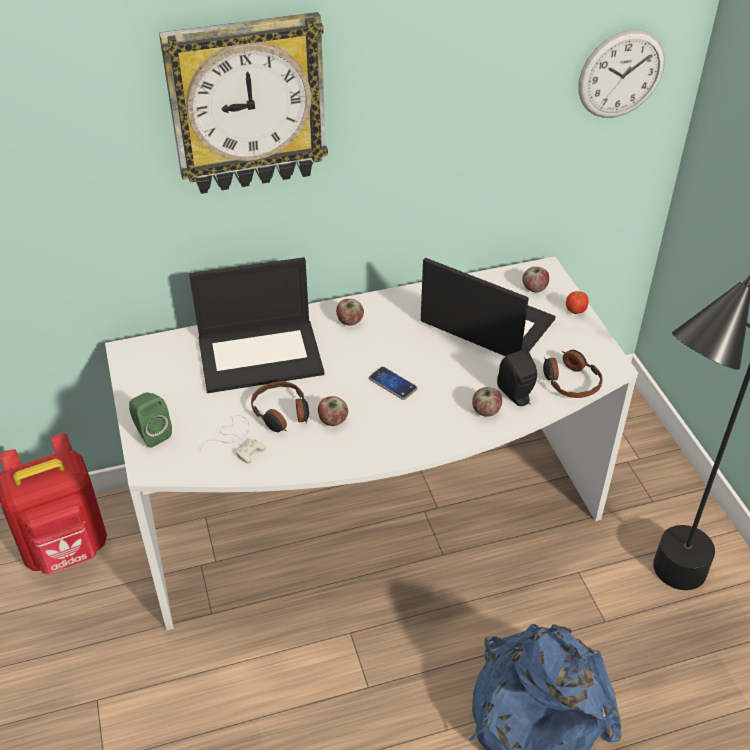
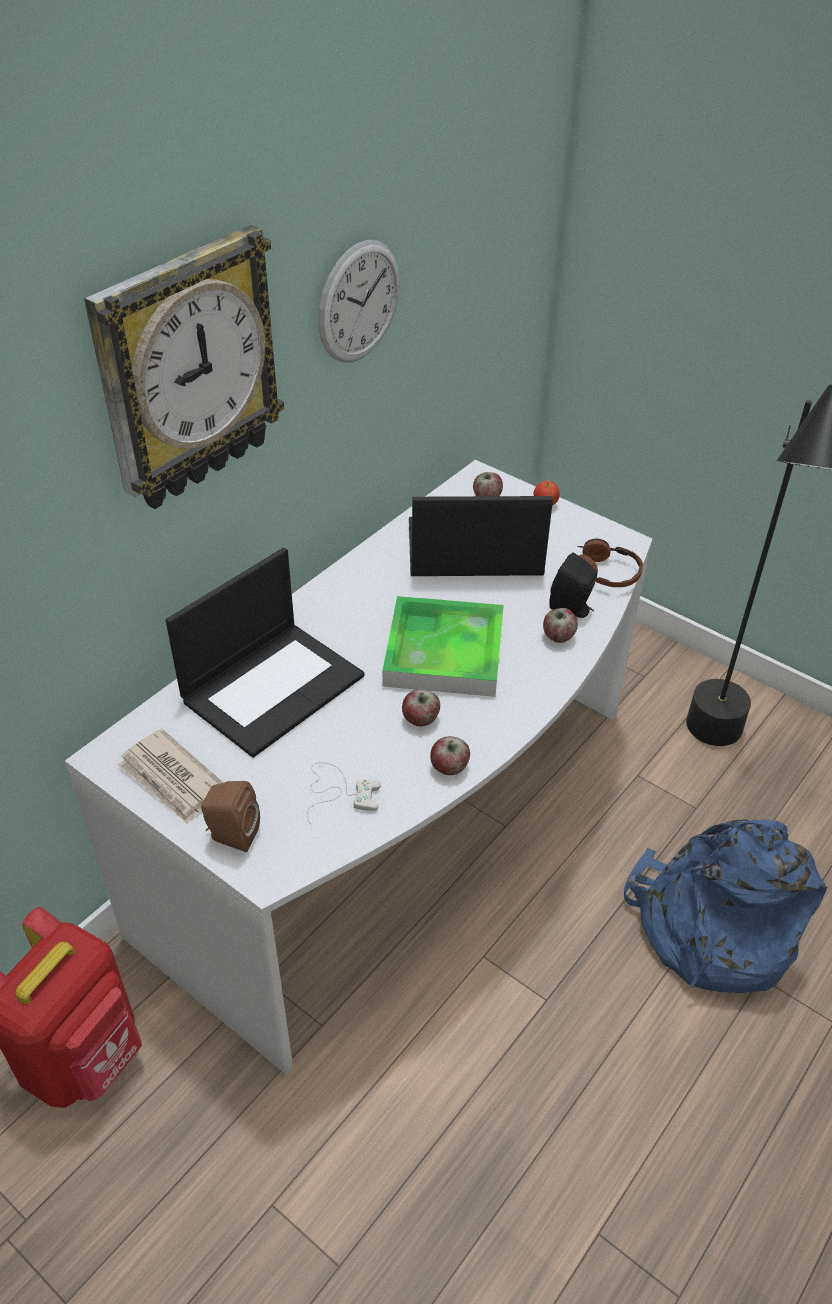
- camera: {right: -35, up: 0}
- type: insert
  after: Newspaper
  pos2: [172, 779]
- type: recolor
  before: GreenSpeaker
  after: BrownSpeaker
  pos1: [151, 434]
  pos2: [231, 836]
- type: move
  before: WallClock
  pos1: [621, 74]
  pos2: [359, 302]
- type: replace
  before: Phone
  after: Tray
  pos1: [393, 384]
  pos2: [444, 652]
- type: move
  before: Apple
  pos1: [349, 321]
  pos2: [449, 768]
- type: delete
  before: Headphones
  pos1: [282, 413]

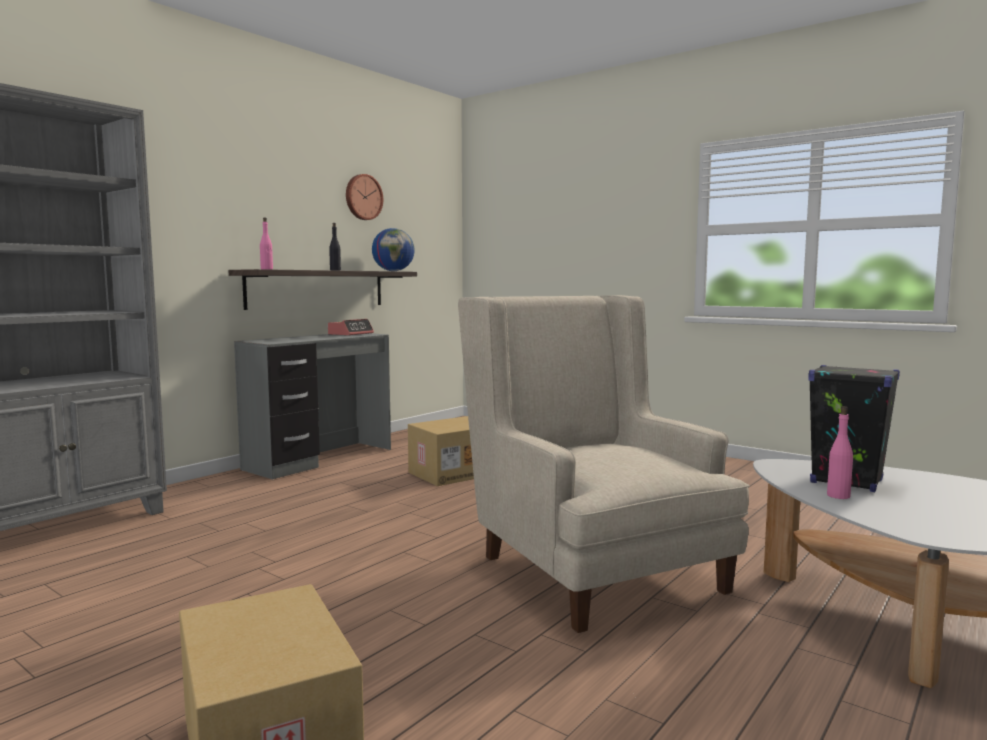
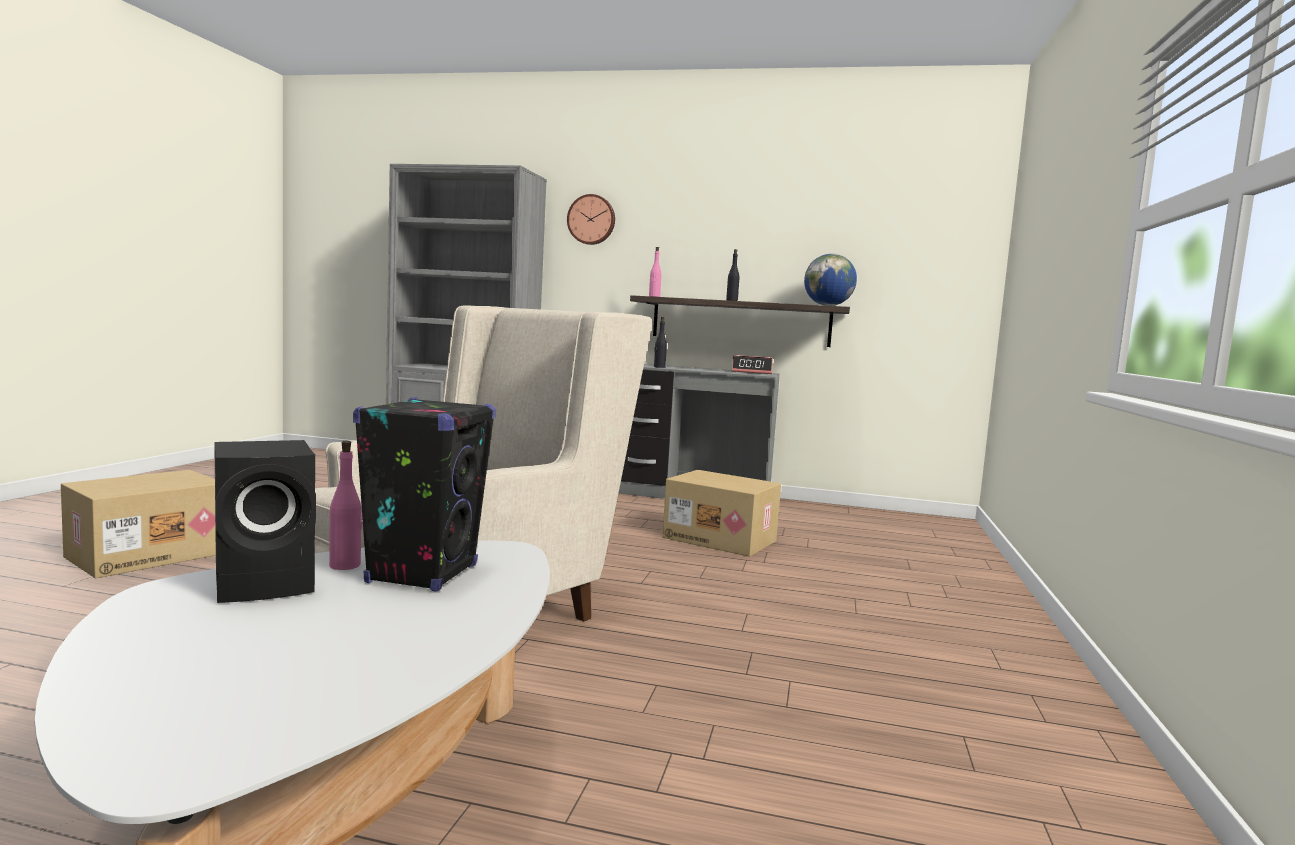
- camera: {right: 65, up: 0}
- type: insert
  after: BlackSpeaker
  pos2: [268, 583]
- type: move
  before: WallClock
  pos1: [363, 197]
  pos2: [591, 219]
- type: insert
  after: BlackBottle
  pos2: [659, 367]

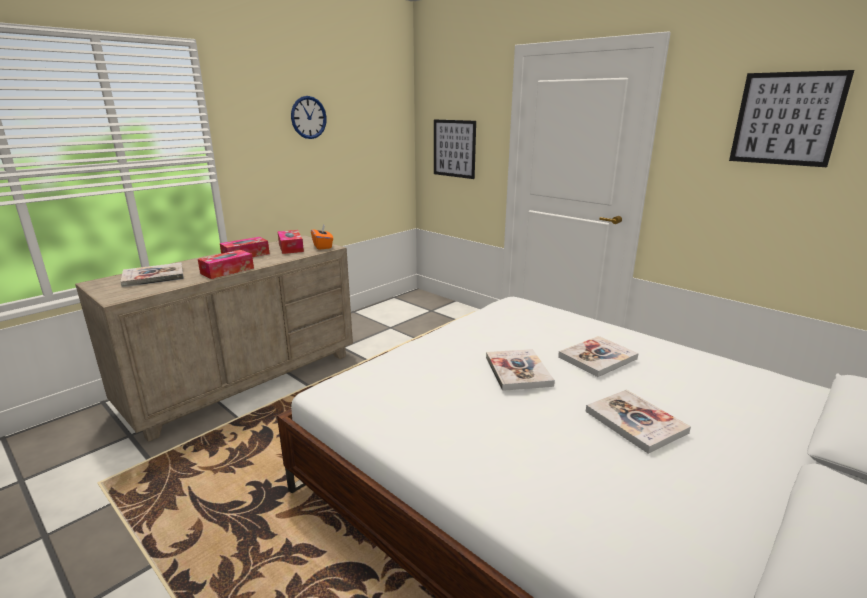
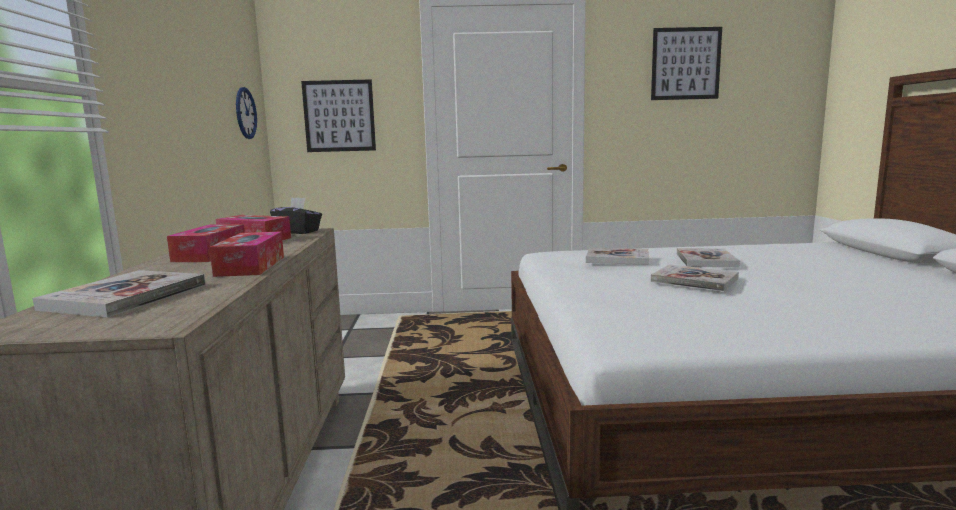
- camera: {right: -45, up: -10}
- type: move
  before: WallClock
  pos1: [308, 117]
  pos2: [245, 113]
- type: recolor
  before: OrangeTissueBox
  after: BlackTissueBox
  pos1: [323, 246]
  pos2: [298, 231]
- type: move
  before: Book
  pos1: [635, 422]
  pos2: [617, 258]

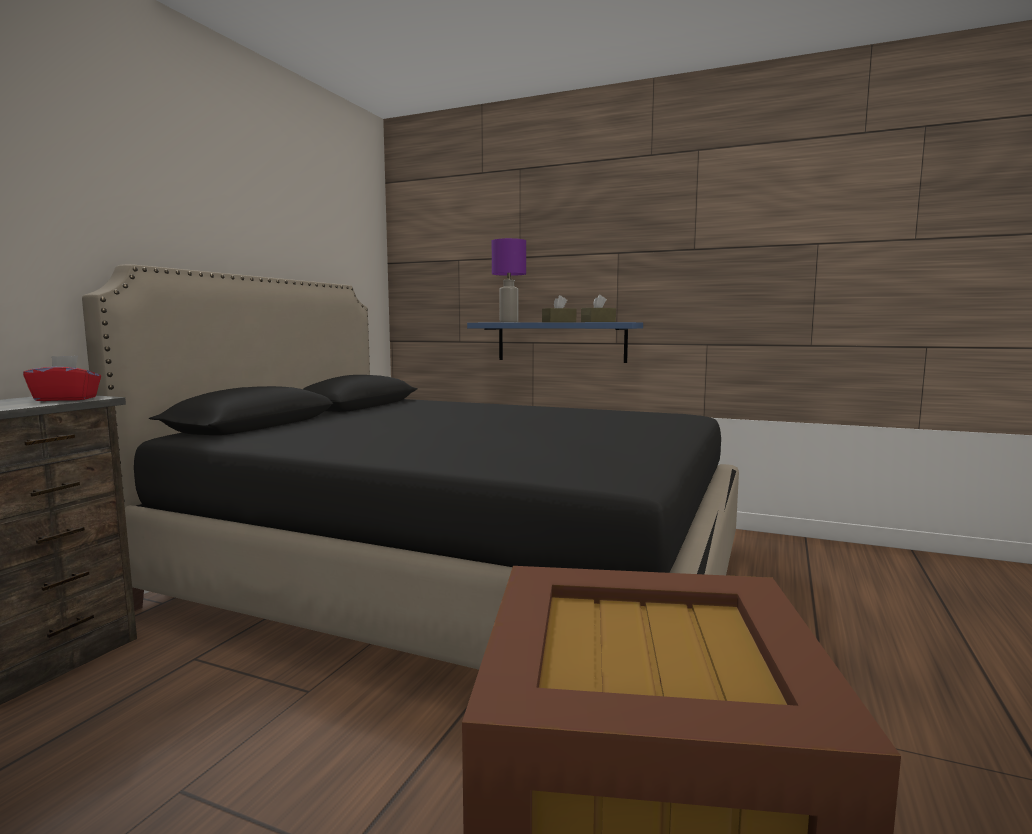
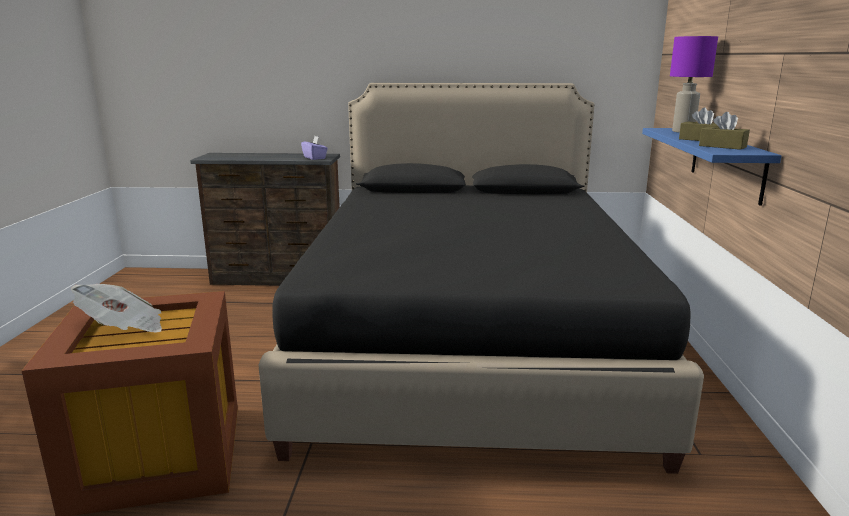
- camera: {right: 70, up: 10}
- type: insert
  after: Newspaper
  pos2: [124, 328]
- type: recolor
  before: RedTissueBox
  after: PurpleTissueBox
  pos1: [66, 399]
  pos2: [315, 158]

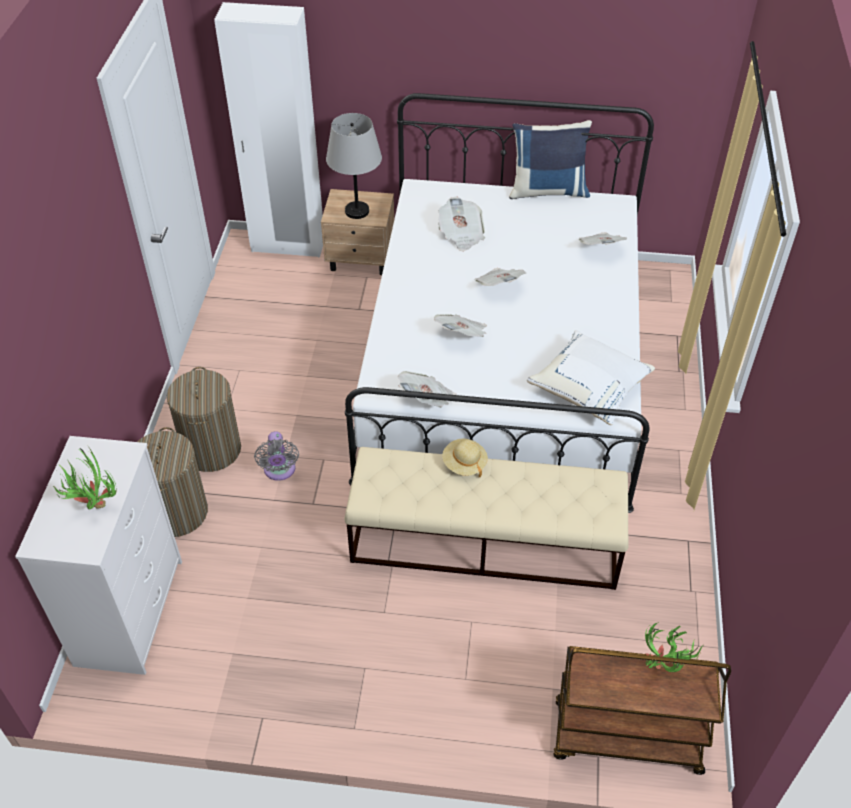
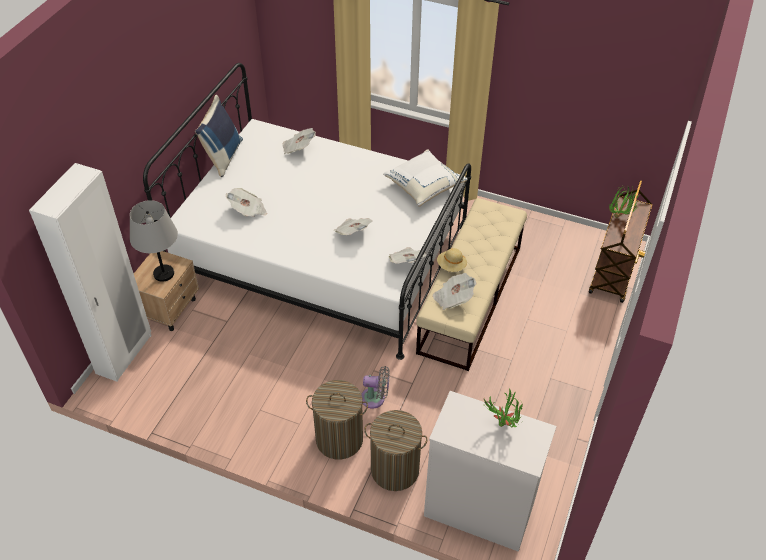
- camera: {right: -75, up: 0}
- type: move
  before: Newspaper
  pos1: [499, 286]
  pos2: [453, 298]

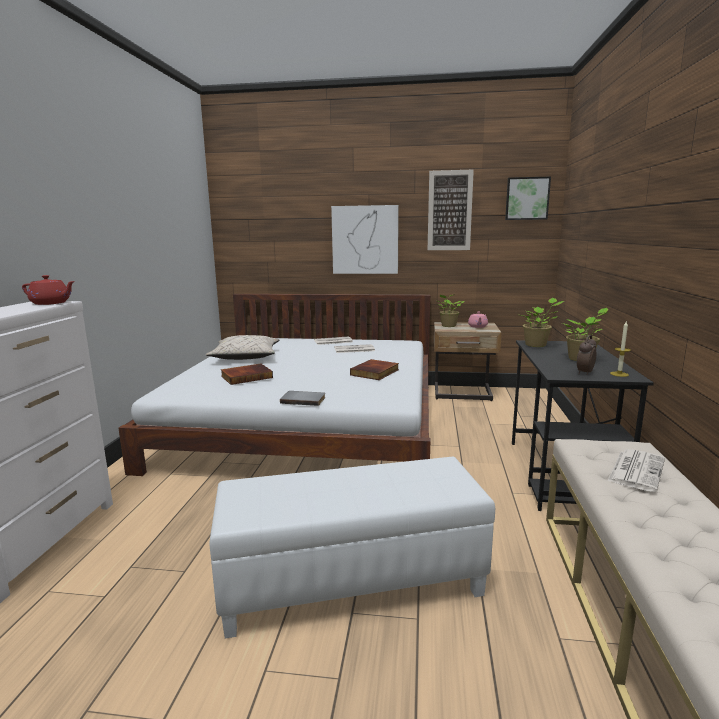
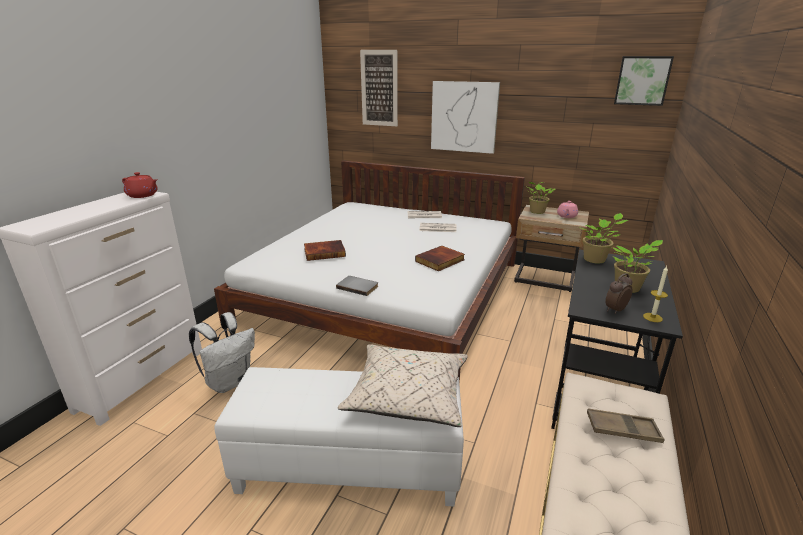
- camera: {right: 15, up: 10}
- type: insert
  after: WhiteBackpack
  pos2: [229, 381]
- type: move
  before: BeigePillow
  pos1: [245, 357]
  pos2: [408, 395]
- type: move
  before: Picture
  pos1: [449, 211]
  pos2: [379, 88]
- type: replace
  before: Newspaper
  after: BrownTray
  pos1: [636, 470]
  pos2: [622, 429]

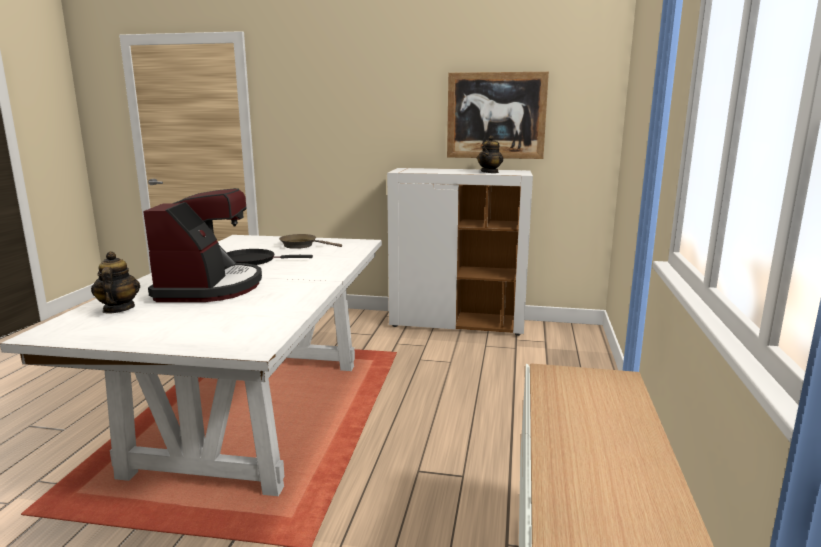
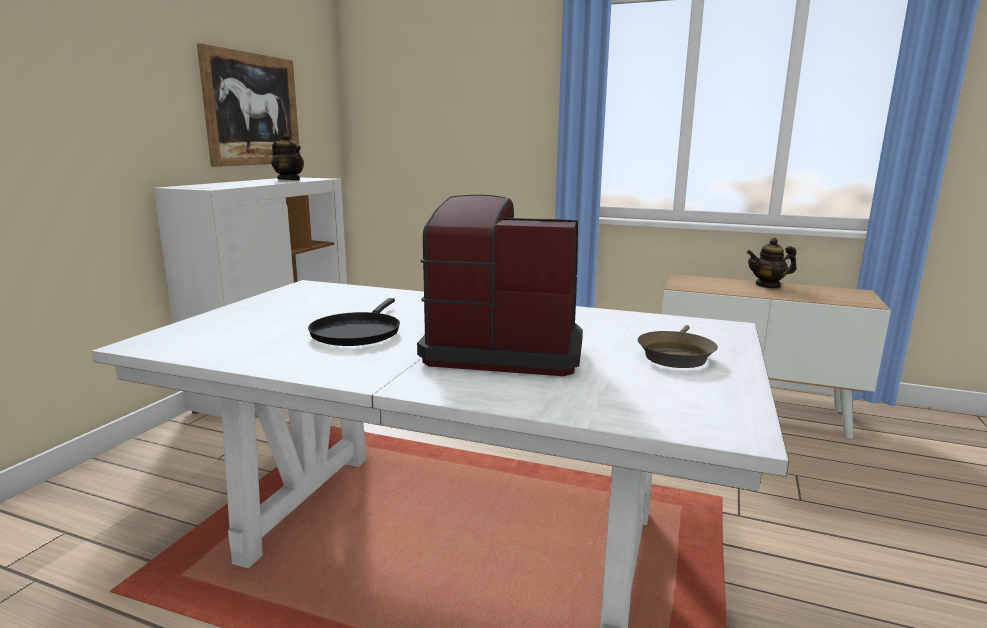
- camera: {right: -80, up: 0}
- type: move
  before: BrownFryingPan
  pos1: [301, 245]
  pos2: [675, 355]
- type: move
  before: Teapot
  pos1: [118, 309]
  pos2: [768, 285]

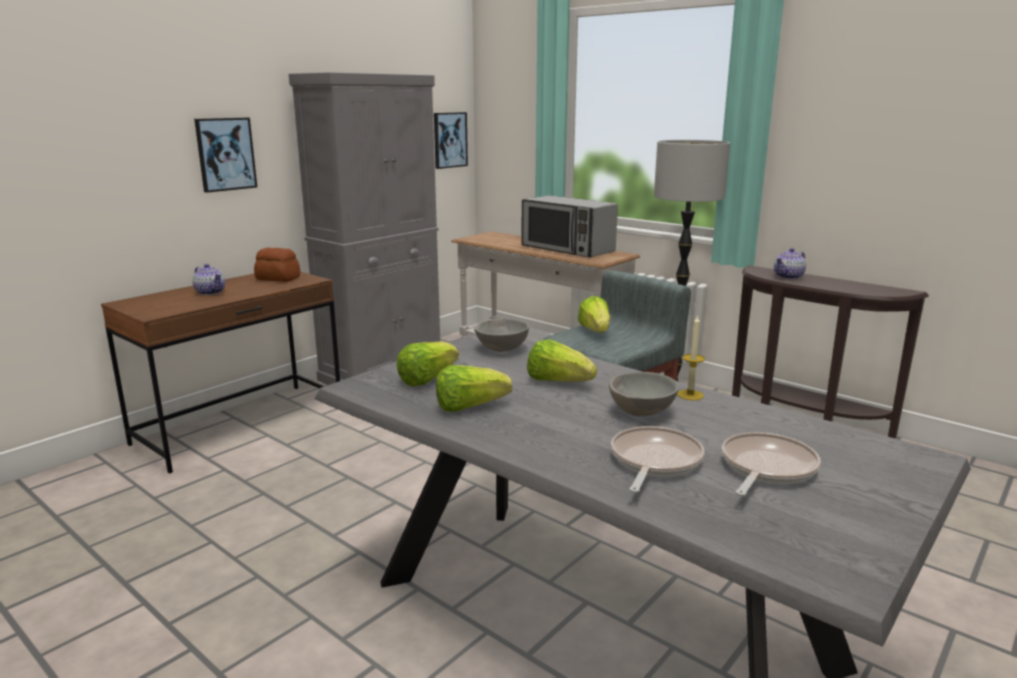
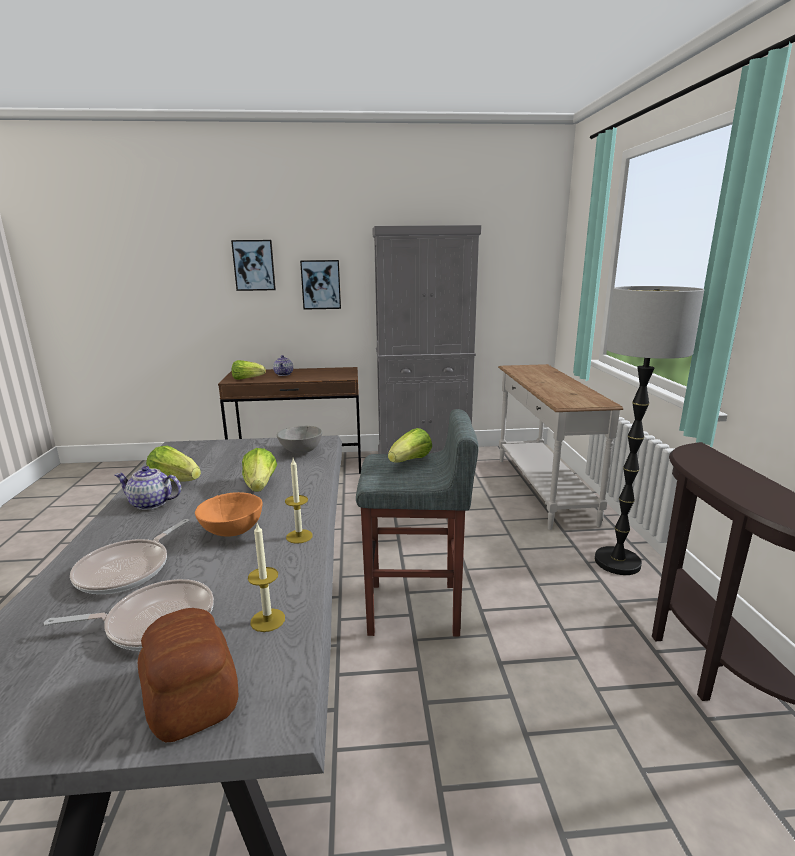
- camera: {right: 45, up: 0}
- type: rotate
  before: FryingPan
  pos1: [654, 462]
  pos2: [128, 569]
  turn: 135
- type: move
  before: Teapot
  pos1: [789, 277]
  pos2: [151, 503]
- type: move
  before: Bread
  pos1: [278, 279]
  pos2: [190, 697]
- type: recolor
  before: GreyBowl
  after: OrangeBowl
  pos1: [642, 413]
  pos2: [231, 532]
- type: move
  before: Picture
  pos1: [449, 140]
  pos2: [254, 265]
- type: move
  before: Lettuce
  pos1: [427, 379]
  pos2: [247, 379]
- type: insert
  after: Candle
  pos2: [268, 620]
- type: delete
  before: Microwave
  pos1: [567, 249]

